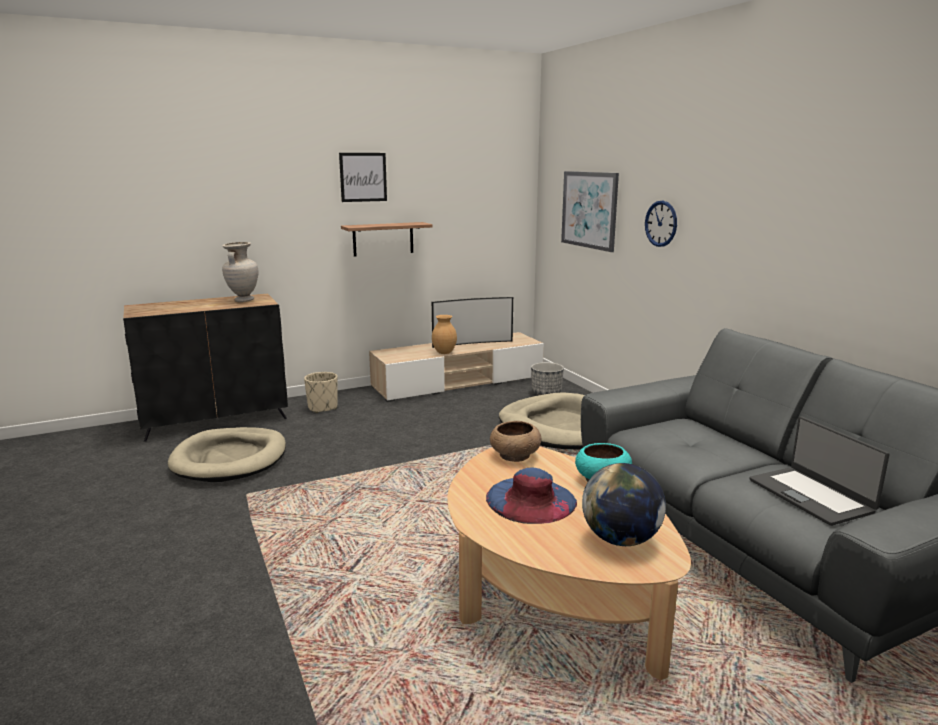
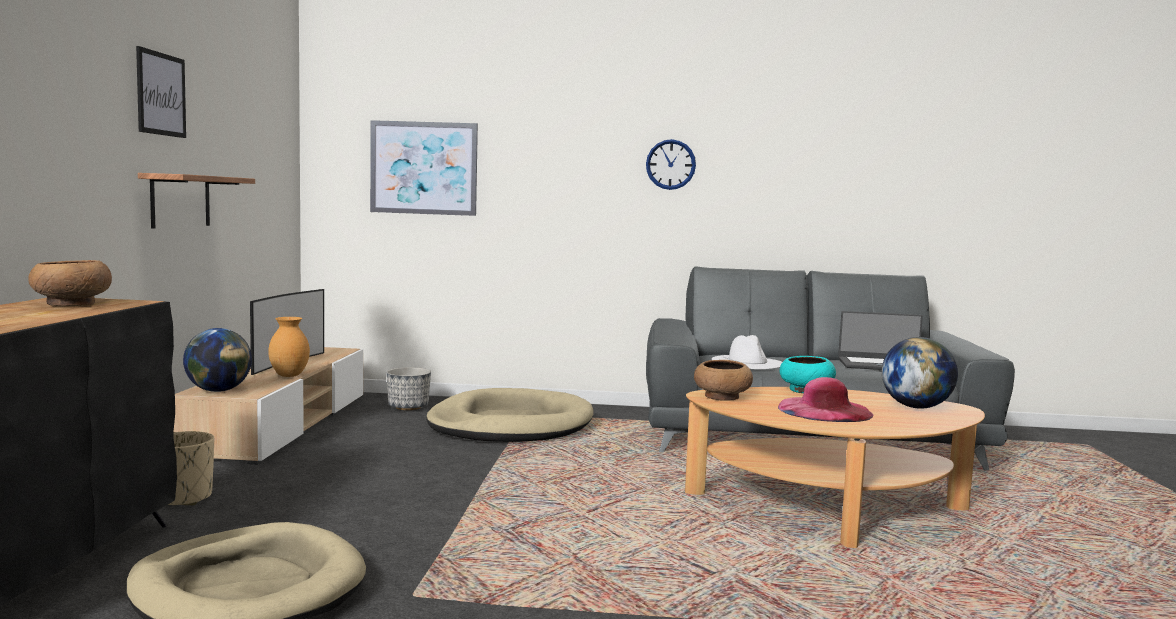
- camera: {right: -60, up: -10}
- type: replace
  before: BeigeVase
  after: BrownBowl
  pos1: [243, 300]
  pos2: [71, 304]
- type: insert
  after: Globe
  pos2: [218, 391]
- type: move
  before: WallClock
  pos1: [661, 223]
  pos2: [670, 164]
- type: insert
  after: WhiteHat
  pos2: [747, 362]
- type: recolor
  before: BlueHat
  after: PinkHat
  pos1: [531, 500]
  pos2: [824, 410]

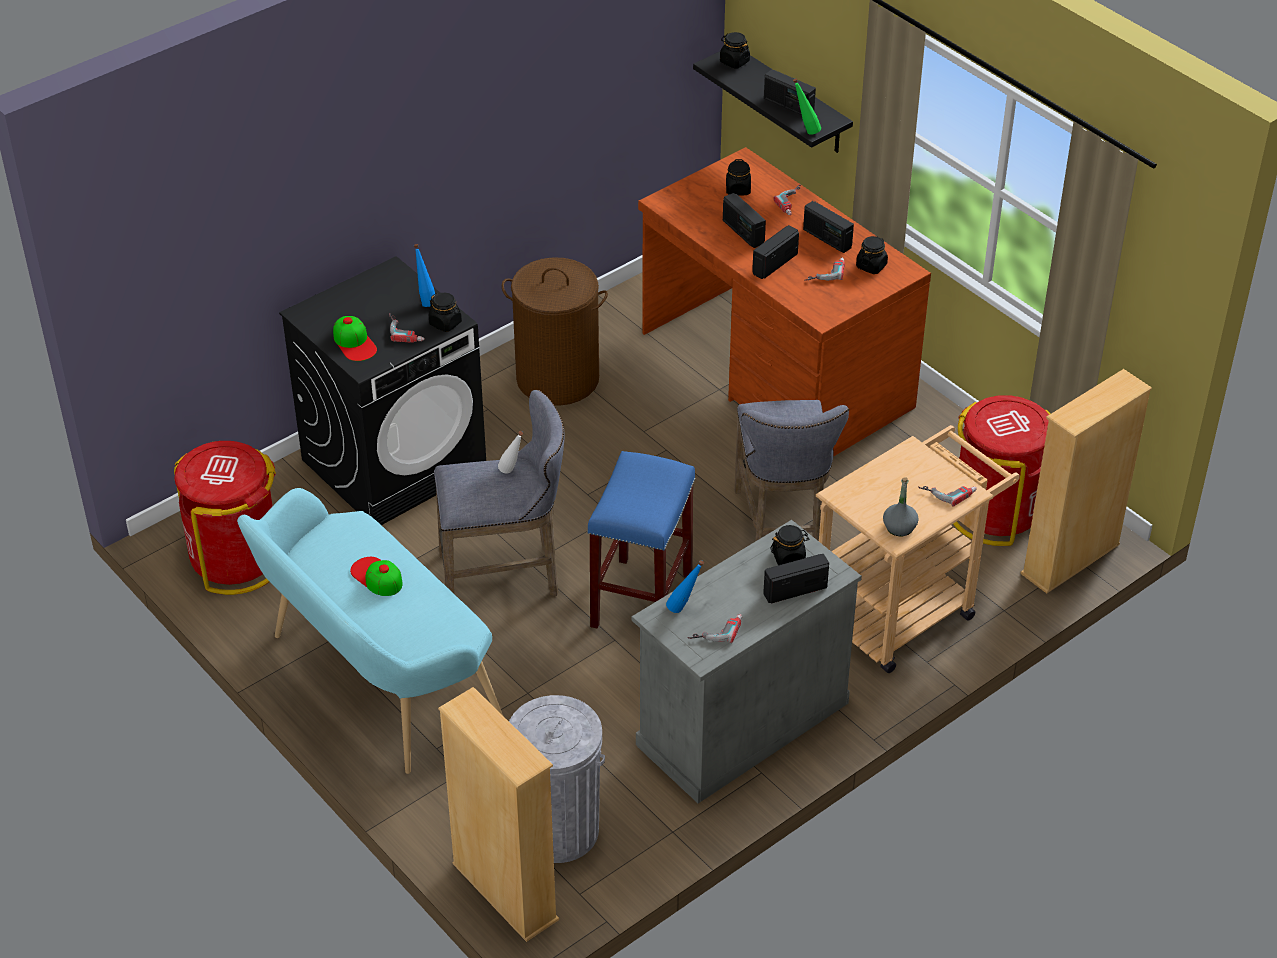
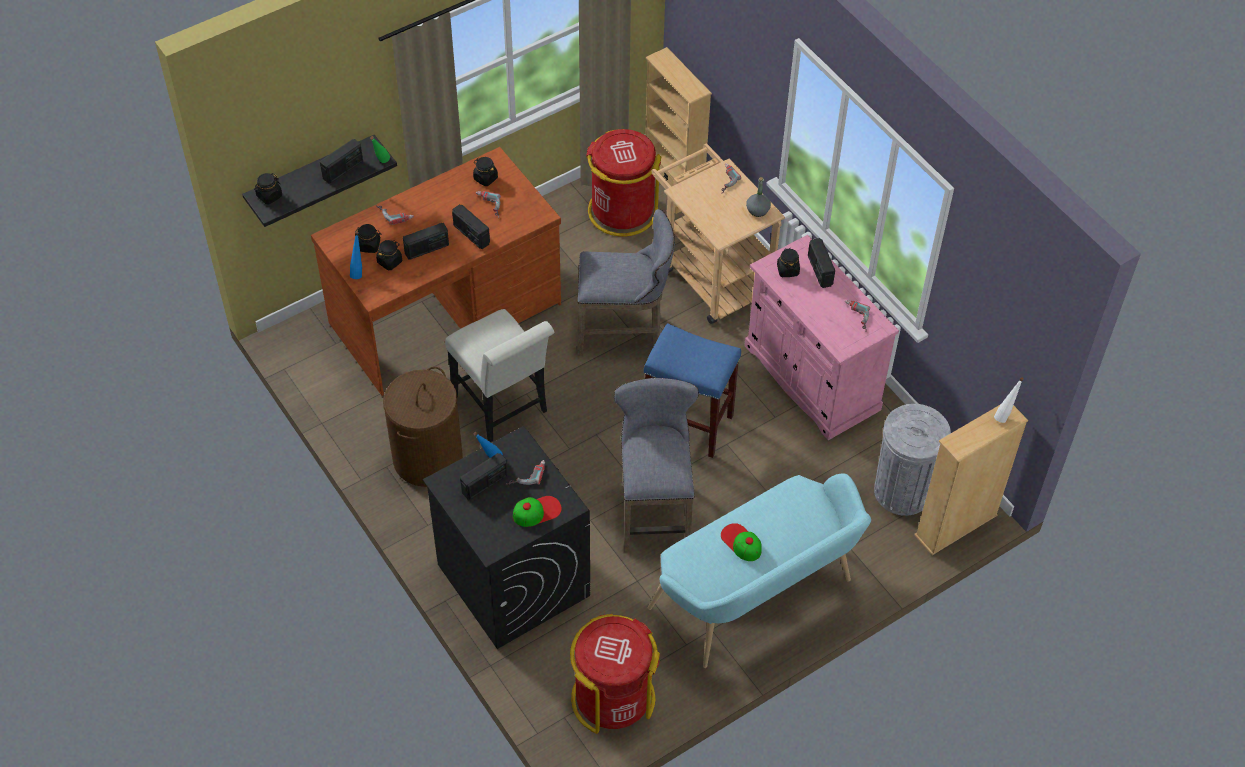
- camera: {right: -85, up: 10}
- type: move
  before: BlueBottle
  pos1: [684, 609]
  pos2: [358, 272]
- type: move
  before: BlackJar
  pos1: [445, 323]
  pos2: [389, 261]
- type: insert
  after: WhiteChair
  pos2: [503, 408]
- type: move
  before: Radio
  pos1: [827, 238]
  pos2: [484, 484]
- type: rotate
  before: Cap
  pos1: [376, 576]
  pos2: [741, 542]
  turn: 90
- type: recolor
  before: GreyCabinet
  after: PinkCabinet
  pos1: [742, 723]
  pos2: [811, 377]
- type: move
  before: WhiteBottle
  pos1: [512, 473]
  pos2: [1004, 415]

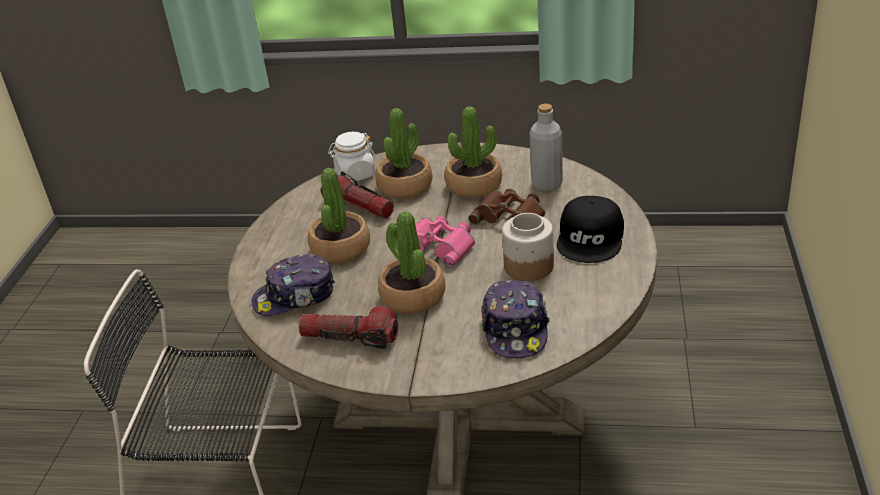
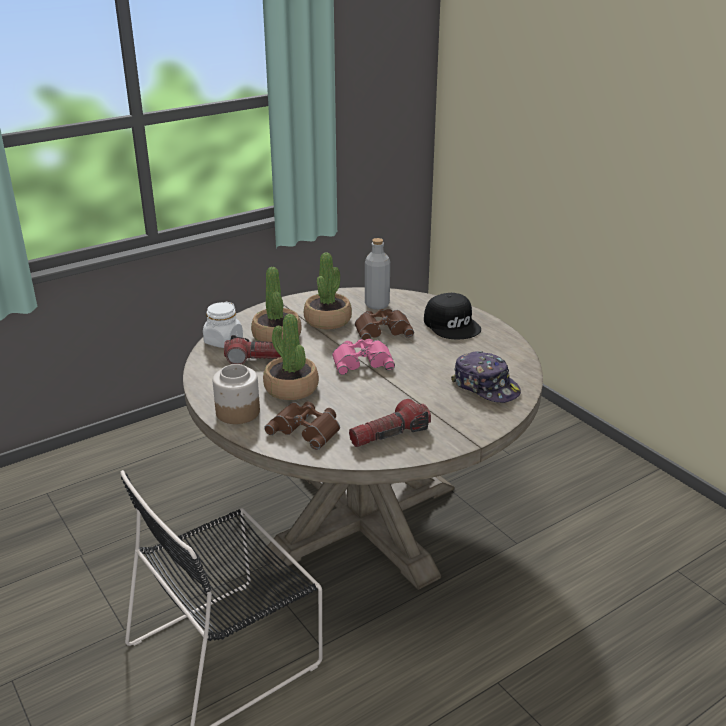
- camera: {right: -45, up: -5}
- type: move
  before: Jar
  pos1: [528, 266]
  pos2: [237, 412]
- type: replace
  before: Cap
  after: BrownBinoculars
  pos1: [295, 297]
  pos2: [307, 429]
- type: delete
  before: PottedPlant
  pos1: [412, 296]

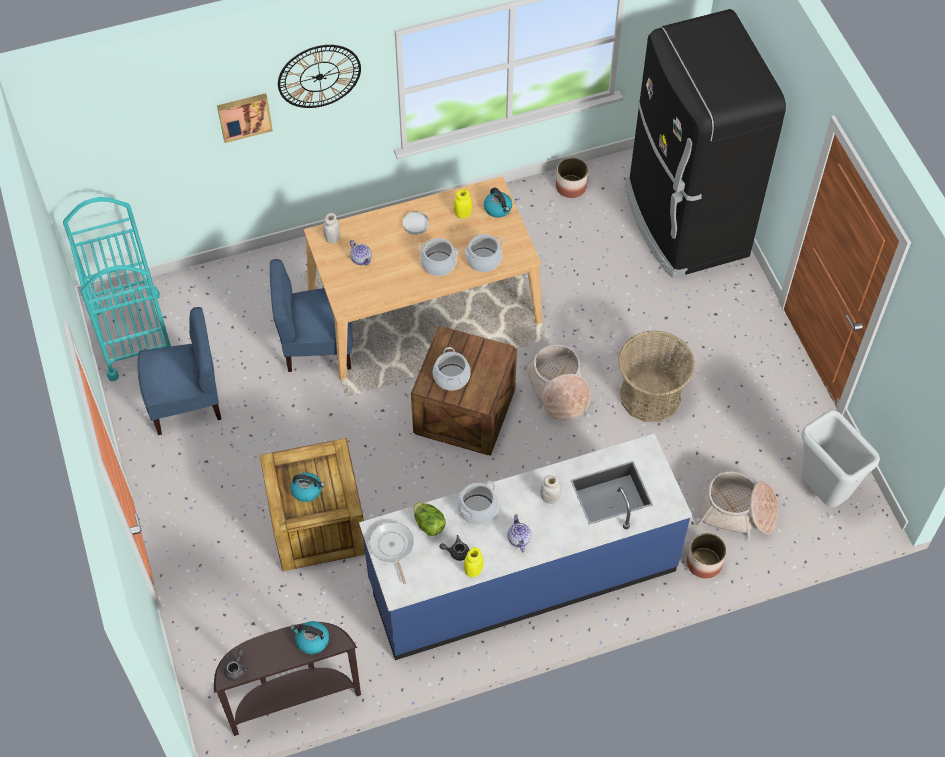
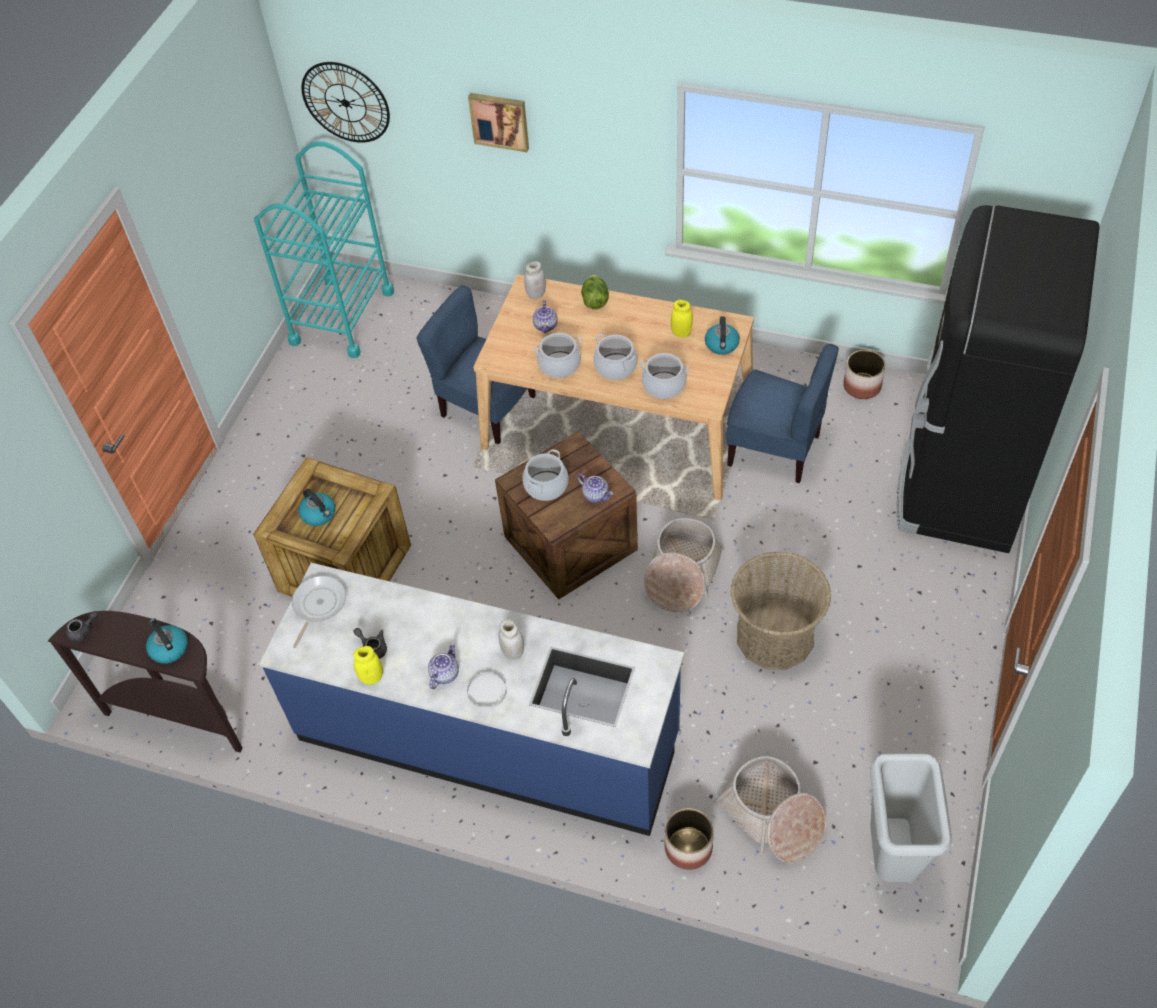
- camera: {right: 40, up: -5}
- type: move
  before: WallClock
  pos1: [319, 76]
  pos2: [345, 102]
- type: move
  before: WhitePlate
  pos1: [415, 224]
  pos2: [487, 691]
- type: move
  before: CookingPot
  pos1: [477, 509]
  pos2: [559, 365]
- type: insert
  after: Teapot
  pos2: [596, 495]
- type: move
  before: Lettuce
  pos1: [429, 524]
  pos2: [595, 301]
- type: move
  before: BlueChair
  pos1: [186, 402]
  pos2: [774, 449]

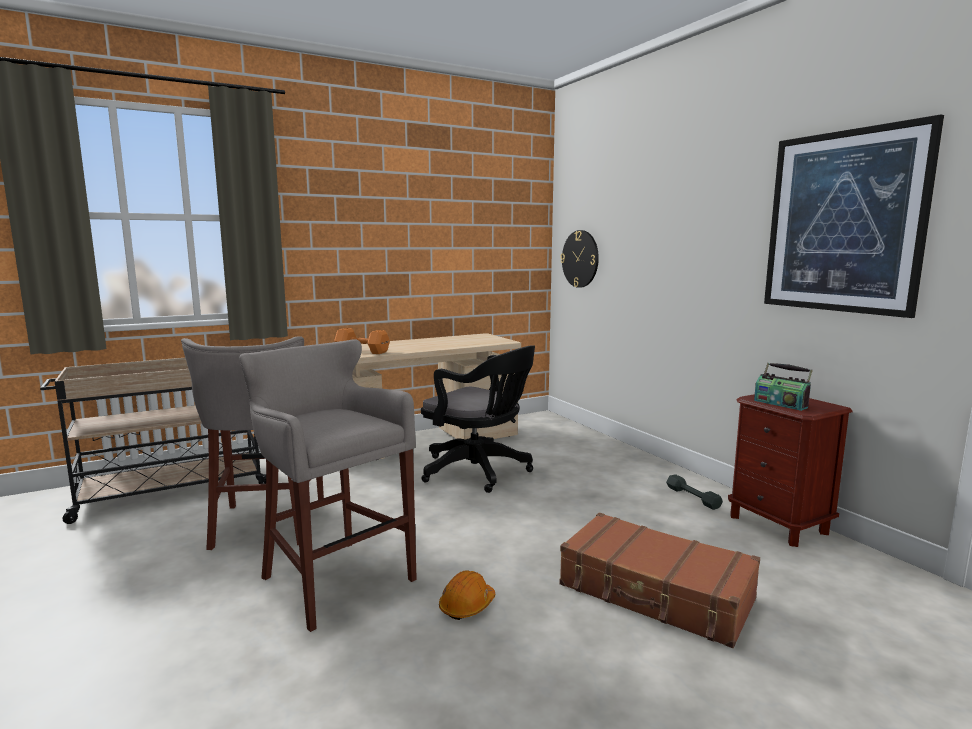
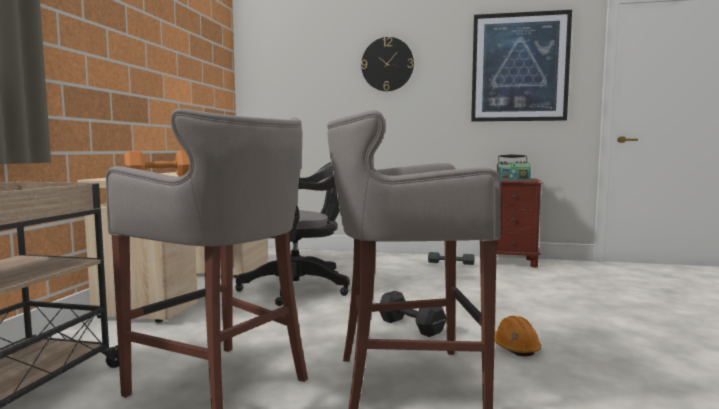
- camera: {right: -50, up: -5}
- type: move
  before: WallClock
  pos1: [580, 259]
  pos2: [387, 64]
- type: insert
  after: BlackDumbbell
  pos2: [411, 327]
- type: delete
  before: BrownSuitcase
  pos1: [655, 593]

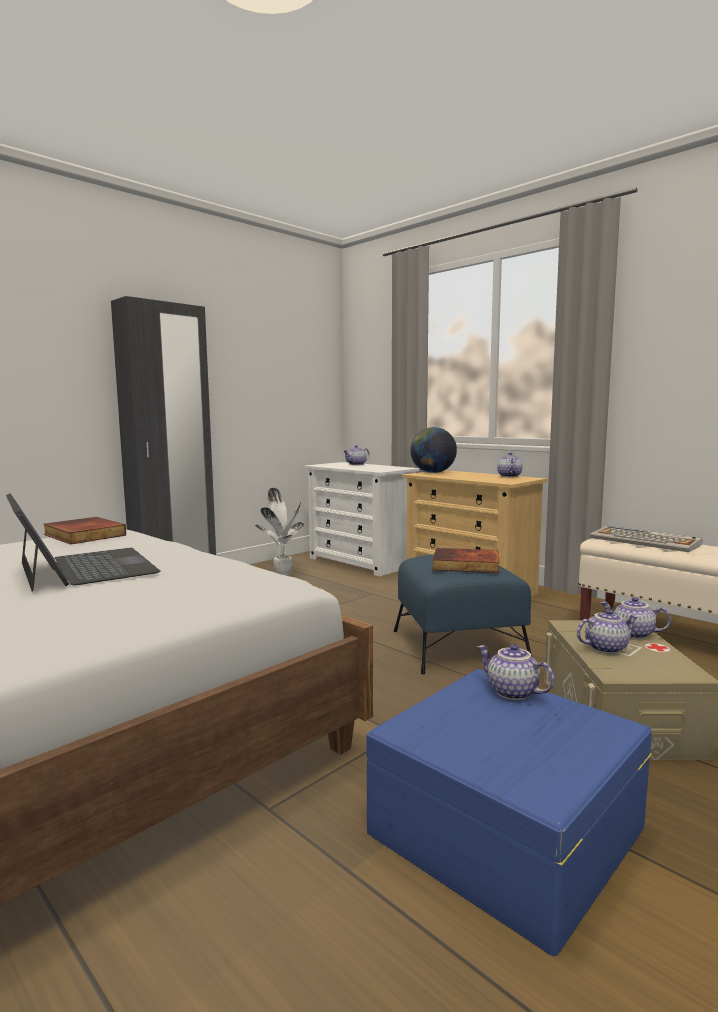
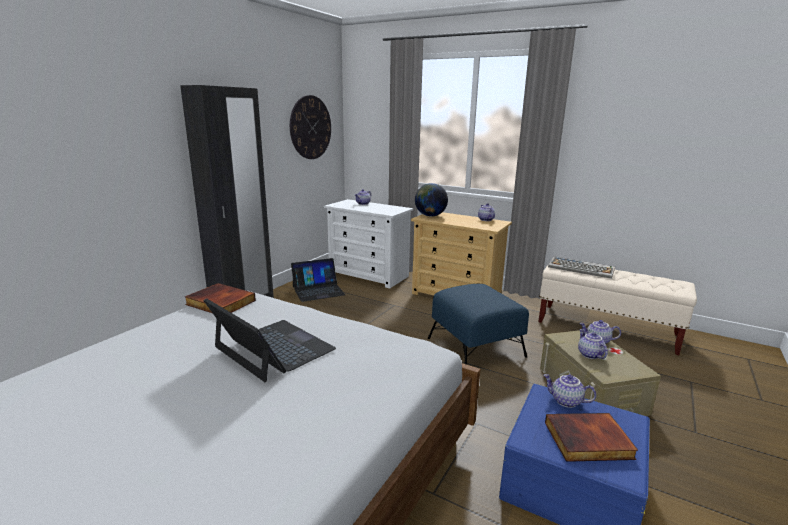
- camera: {right: -15, up: 10}
- type: insert
  after: WallClock
  pos2: [310, 127]
- type: replace
  before: PottedPlant
  after: Laptop
  pos1: [283, 573]
  pos2: [318, 291]
- type: move
  before: Book
  pos1: [465, 565]
  pos2: [588, 441]
- type: rotate
  before: Teapot
  pos1: [605, 648]
  pos2: [589, 354]
  turn: -75

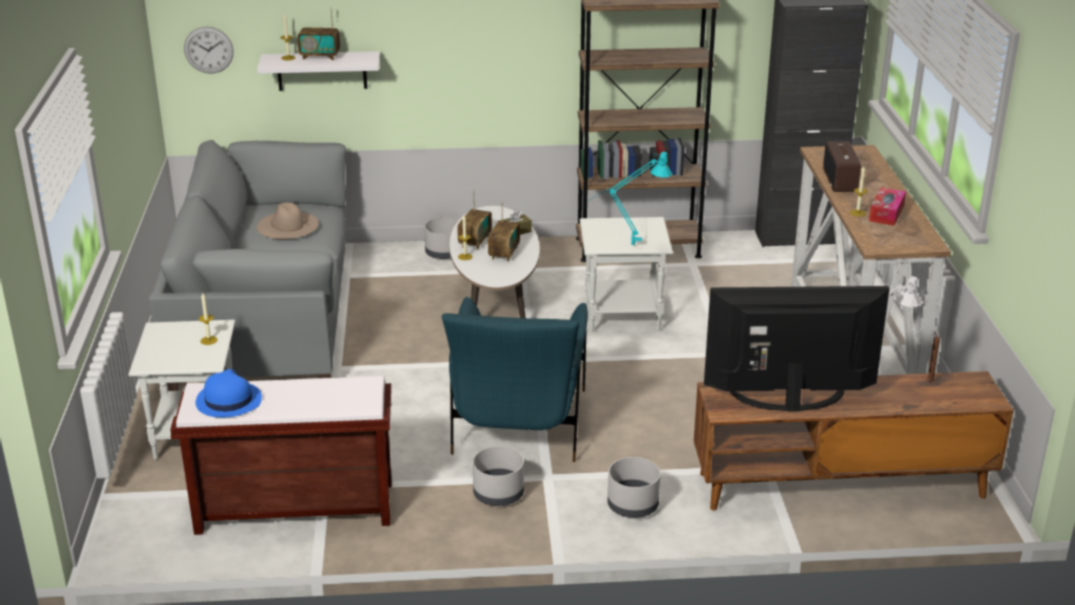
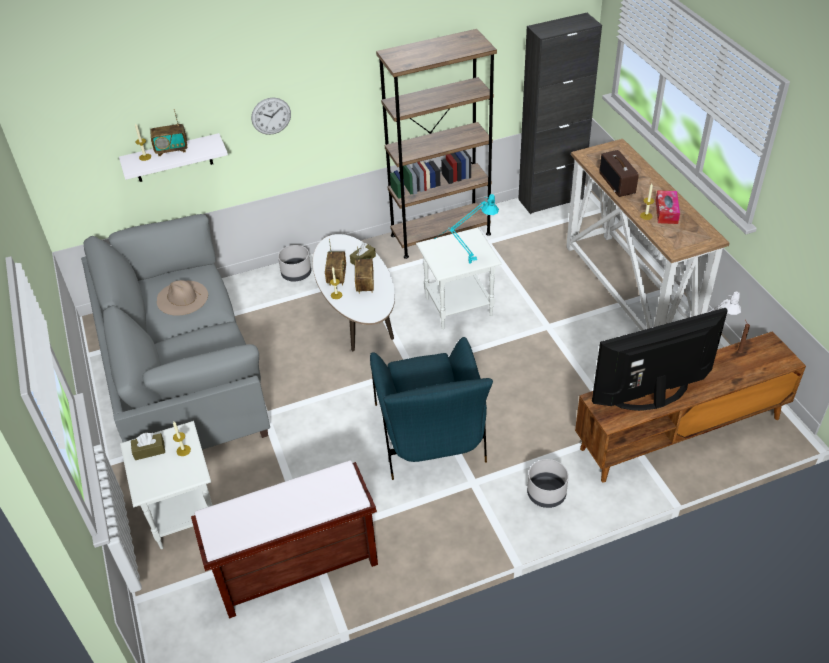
- camera: {right: -15, up: 15}
- type: insert
  after: BrownTissueBox
  pos2: [149, 450]
- type: move
  before: WallClock
  pos1: [208, 50]
  pos2: [271, 116]
- type: delete
  before: BlueHat
  pos1: [228, 401]
- type: delete
  before: GreyPlanter
  pos1: [498, 494]

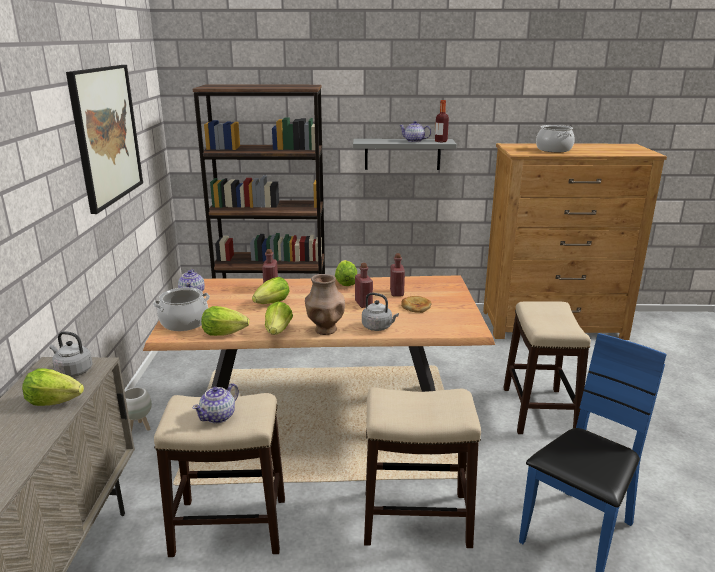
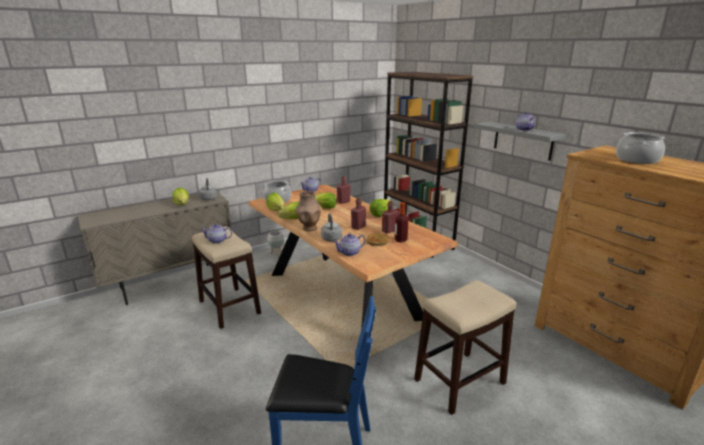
- camera: {right: 55, up: 0}
- type: insert
  after: Teapot
  pos2: [350, 252]
- type: move
  before: Bottle
  pos1: [441, 141]
  pos2: [400, 240]
- type: delete
  before: Picture
  pos1: [106, 135]
- type: delete
  before: Stool
  pos1: [415, 518]

